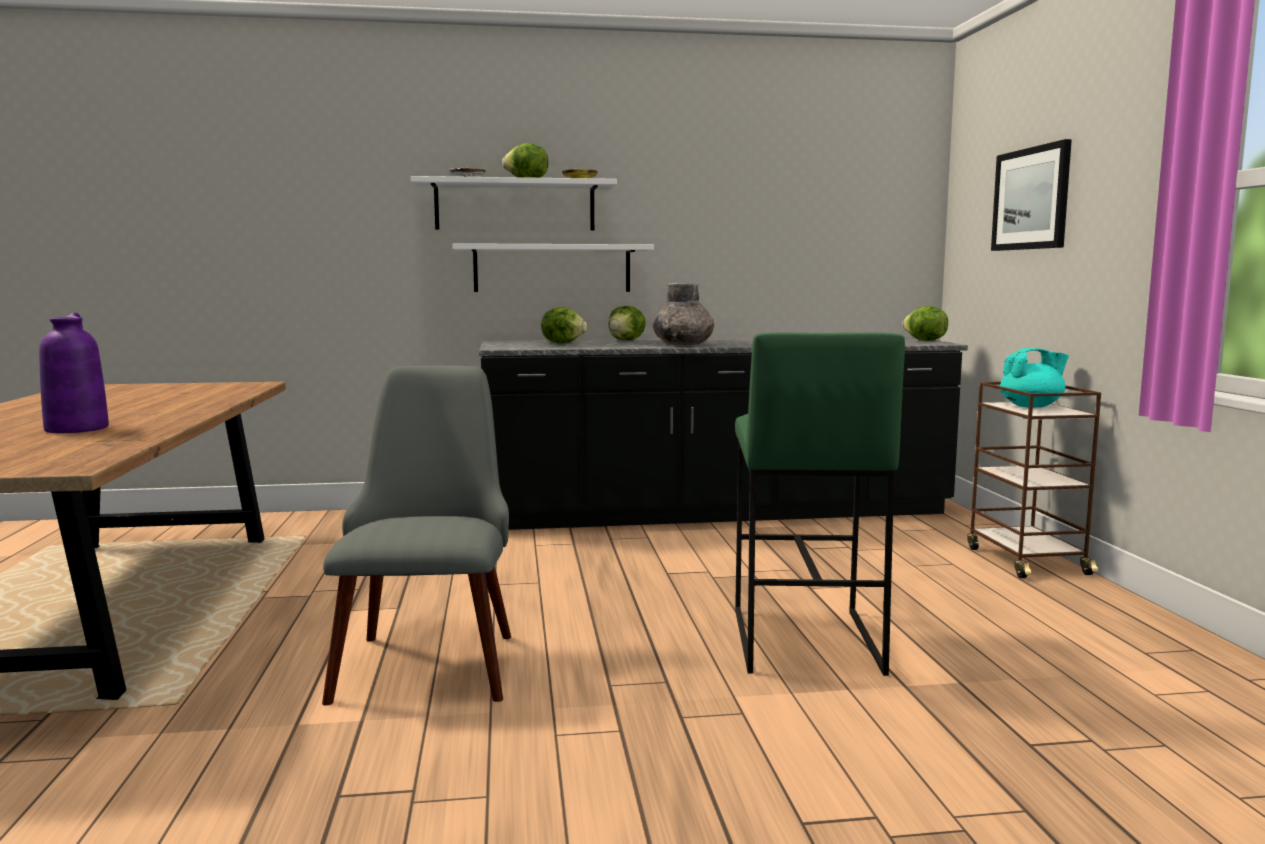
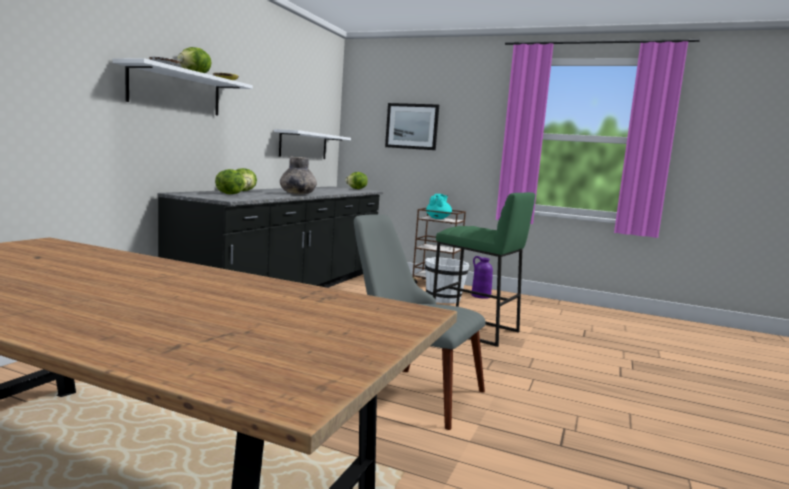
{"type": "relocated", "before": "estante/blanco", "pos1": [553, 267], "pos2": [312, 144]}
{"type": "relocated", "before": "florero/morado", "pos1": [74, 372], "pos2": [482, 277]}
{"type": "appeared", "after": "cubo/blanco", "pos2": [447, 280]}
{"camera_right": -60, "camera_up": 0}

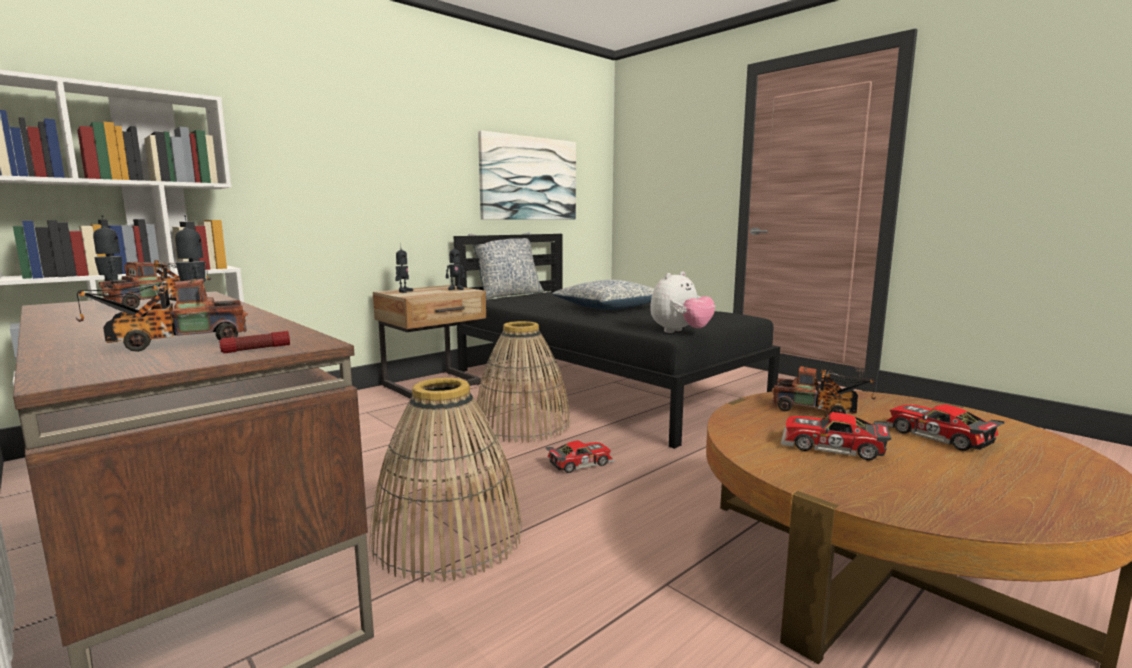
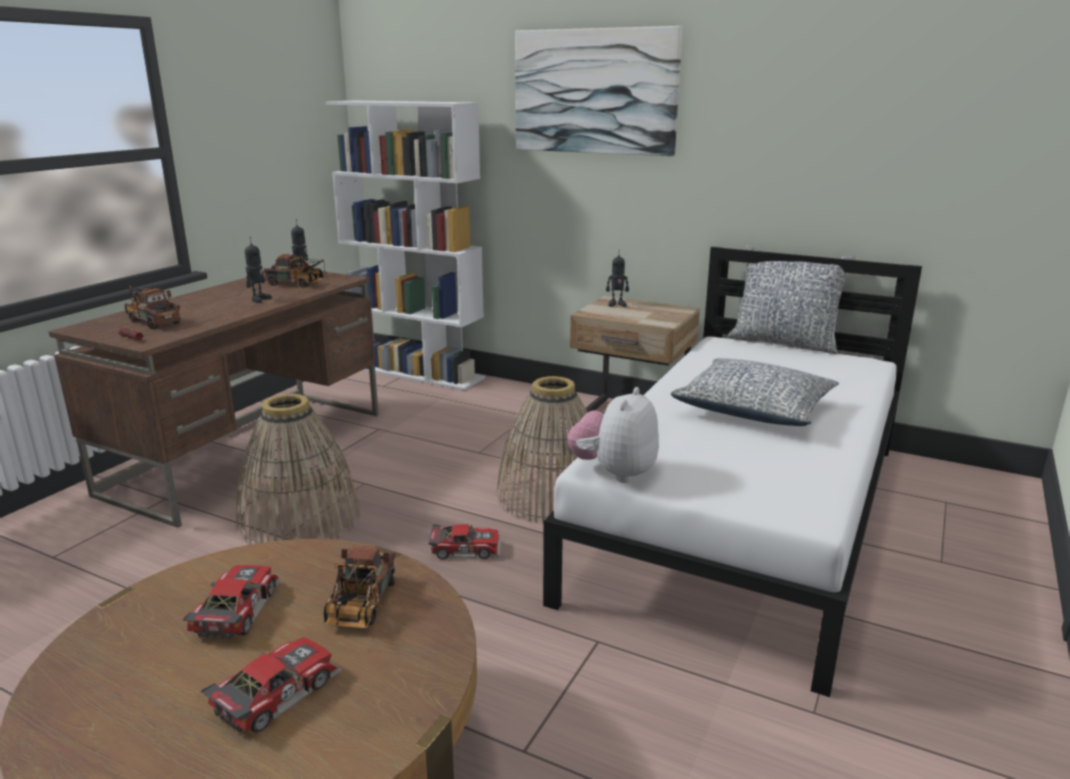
{"type": "relocated", "before": "cuadro", "pos1": [527, 175], "pos2": [599, 91]}
{"type": "colour", "before": "cama/negro", "after": "cama/blanco", "pos1": [617, 341], "pos2": [732, 472]}
{"type": "missing", "before": "robot de juguete", "pos1": [455, 268]}
{"type": "spun", "before": "peluche", "pos1": [682, 302], "pos2": [613, 435], "turn": 90}
{"type": "spun", "before": "coche de juguete", "pos1": [580, 457], "pos2": [465, 541], "turn": -45}
{"camera_right": 70, "camera_up": 10}

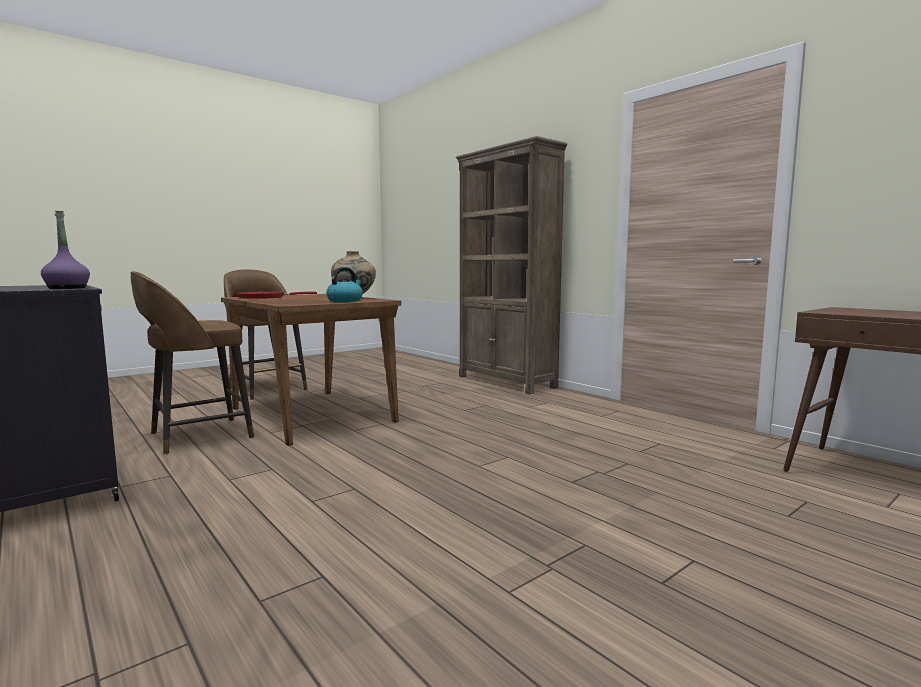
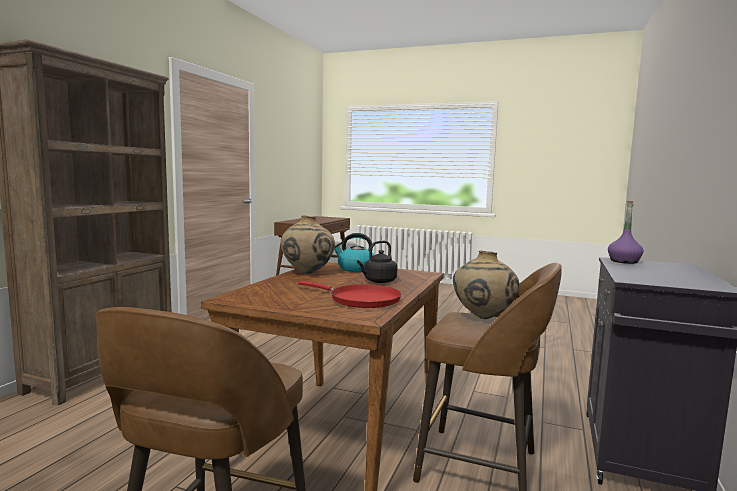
{"type": "appeared", "after": "hervidor/negro", "pos2": [377, 262]}
{"type": "appeared", "after": "florero/beis", "pos2": [486, 285]}
{"camera_right": -120, "camera_up": 0}

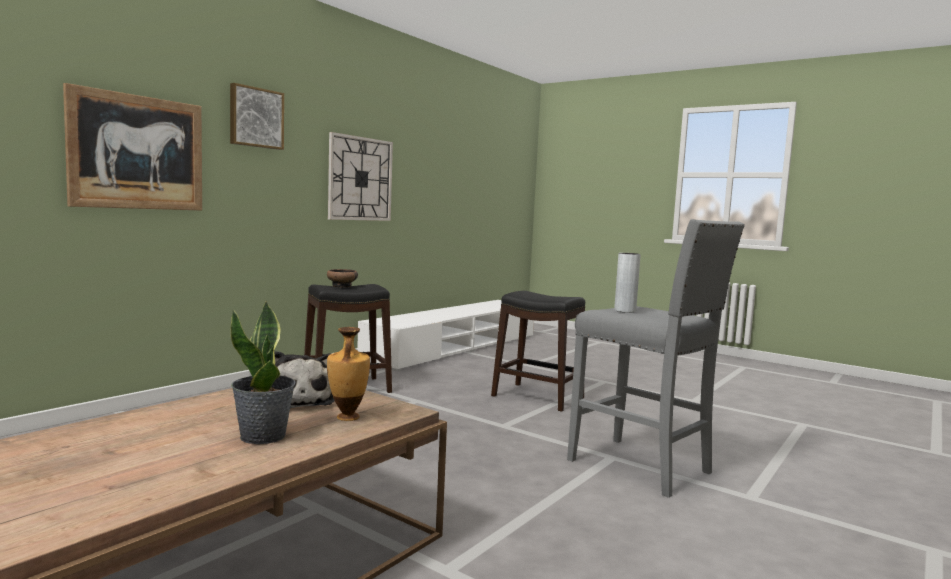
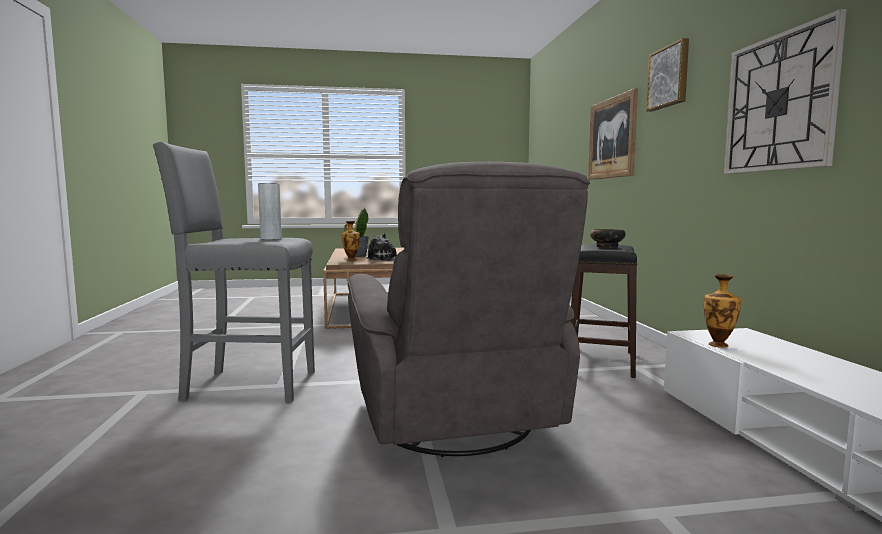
{"type": "exchanged", "before": "taburete/negro", "after": "sillón/gris", "pos1": [538, 351], "pos2": [468, 309]}
{"type": "appeared", "after": "florero", "pos2": [722, 311]}
{"camera_right": 135, "camera_up": 0}

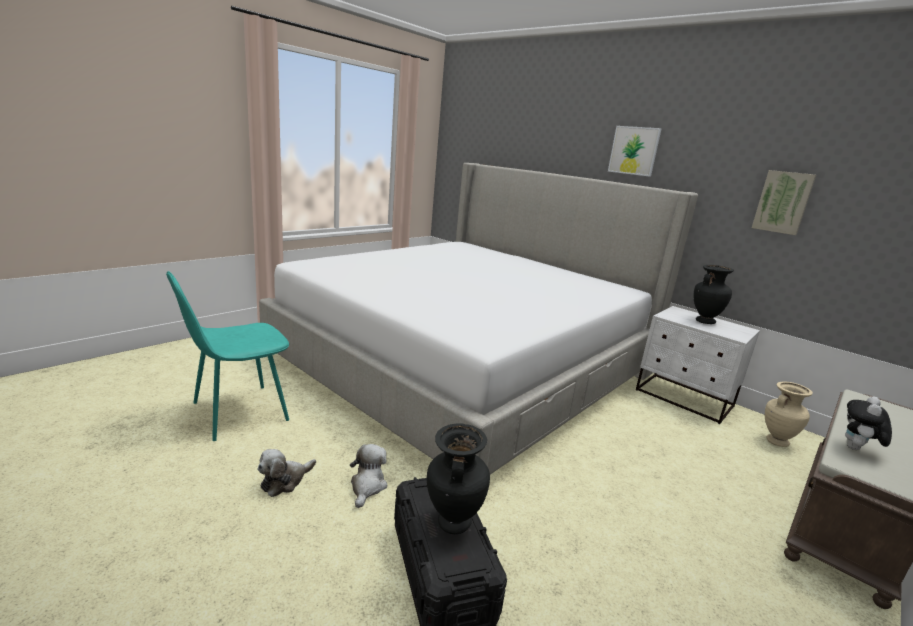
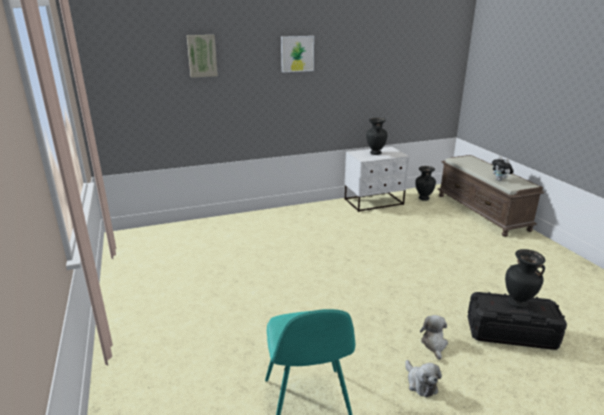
{"type": "missing", "before": "cama", "pos1": [478, 318]}
{"type": "relocated", "before": "cuadro", "pos1": [784, 202], "pos2": [202, 56]}
{"type": "colour", "before": "florero/beis", "after": "florero/negro", "pos1": [789, 414], "pos2": [425, 183]}
{"type": "spun", "before": "peluche", "pos1": [368, 476], "pos2": [434, 337], "turn": 60}
{"camera_right": -60, "camera_up": 5}

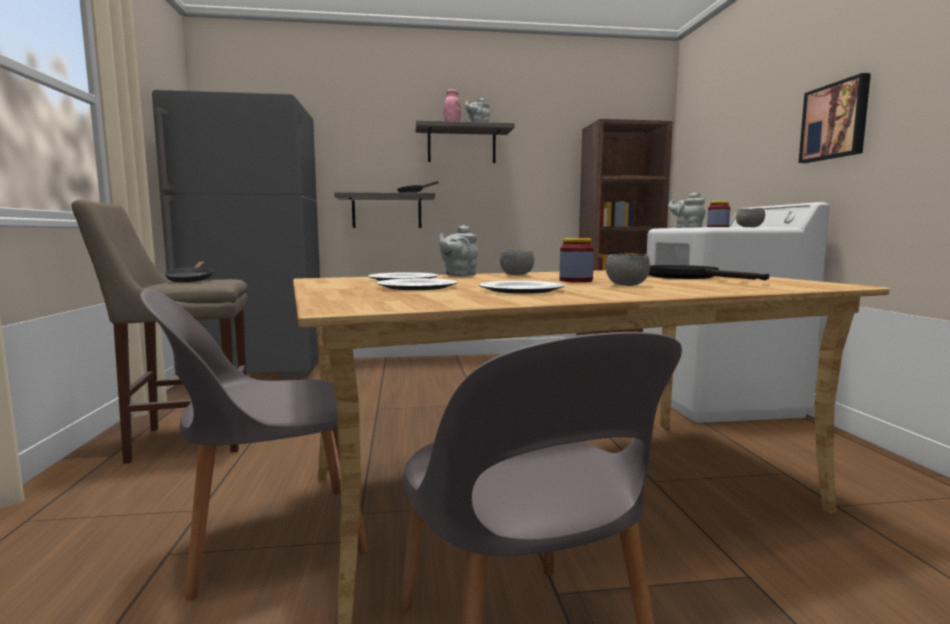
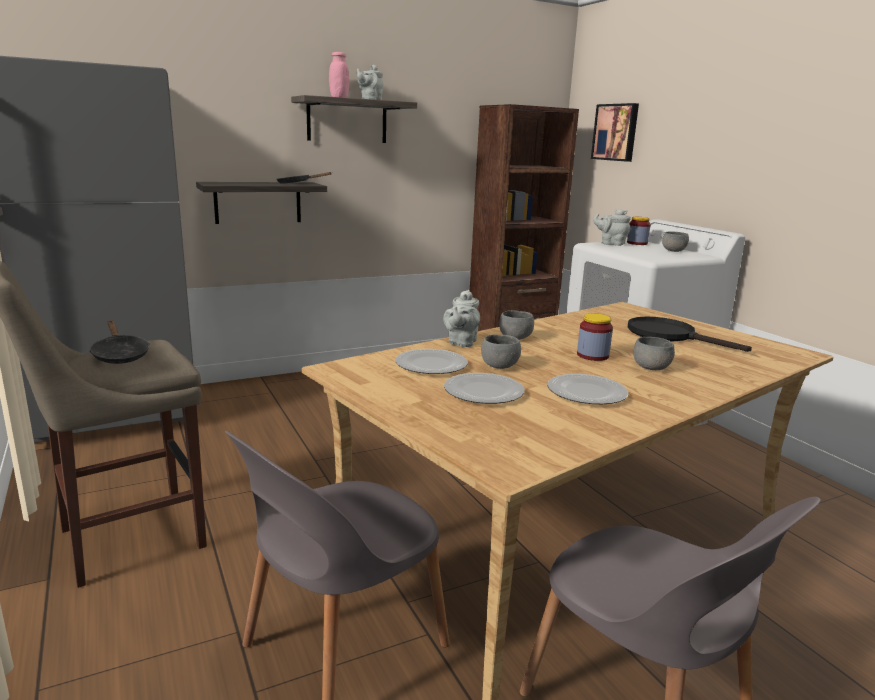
{"type": "relocated", "before": "cuadro", "pos1": [834, 118], "pos2": [615, 132]}
{"type": "appeared", "after": "cuenco/gris", "pos2": [501, 351]}
{"camera_right": -20, "camera_up": 10}

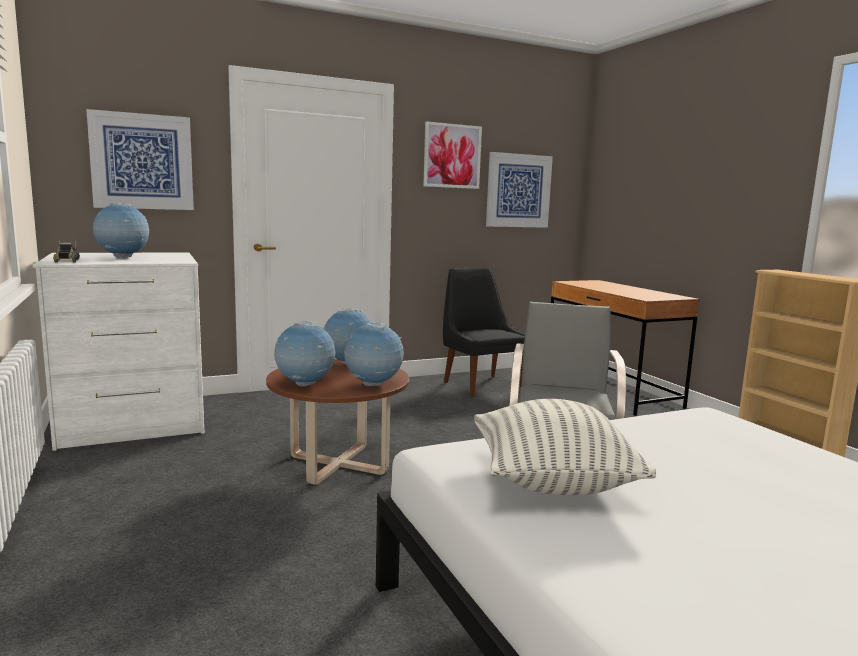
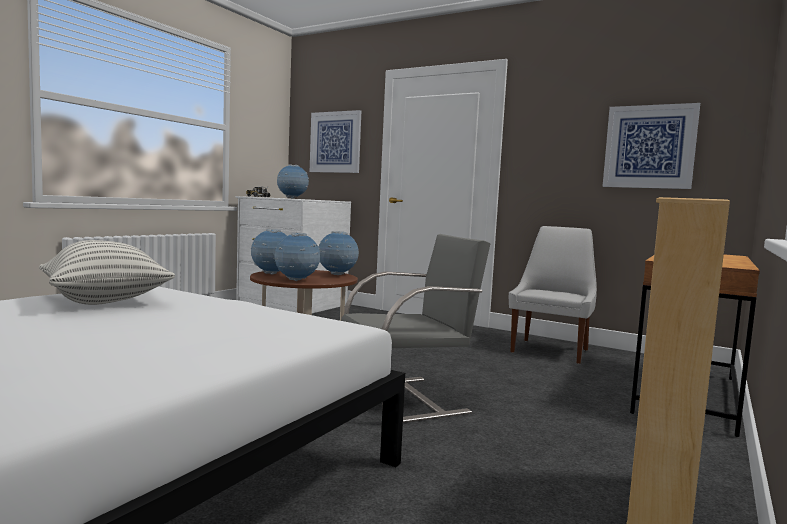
{"type": "missing", "before": "cuadro", "pos1": [452, 155]}
{"type": "colour", "before": "silla/negro", "after": "silla/blanco", "pos1": [484, 332], "pos2": [553, 295]}
{"camera_right": 55, "camera_up": -5}

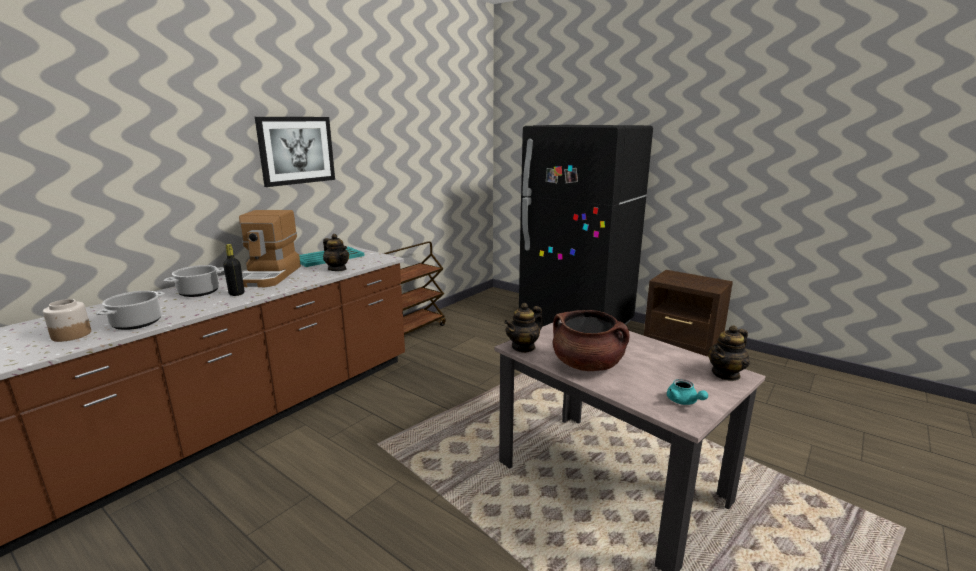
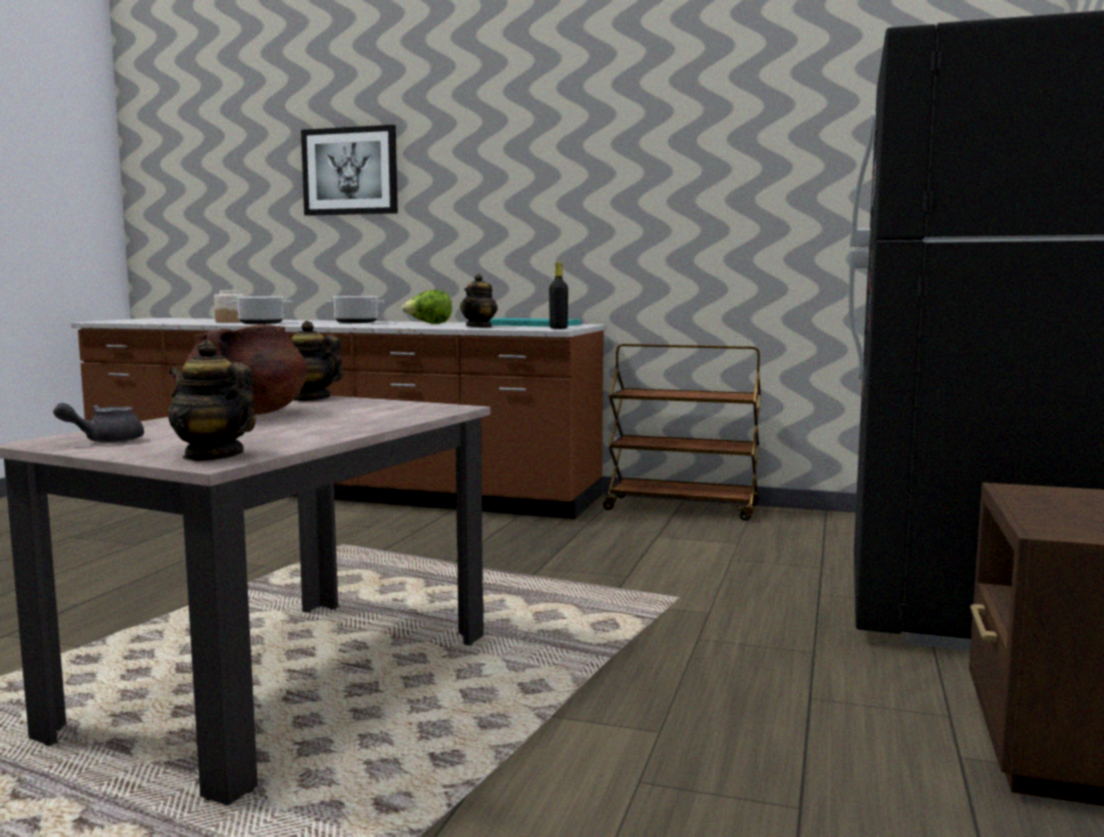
{"type": "relocated", "before": "cuadro", "pos1": [295, 152], "pos2": [349, 170]}
{"type": "exchanged", "before": "cafetera", "after": "lechuga", "pos1": [270, 248], "pos2": [426, 307]}
{"type": "relocated", "before": "botella/negro", "pos1": [233, 270], "pos2": [558, 295]}
{"type": "colour", "before": "tetera/turquesa", "after": "tetera/gris", "pos1": [687, 392], "pos2": [98, 423]}
{"camera_right": 70, "camera_up": -10}

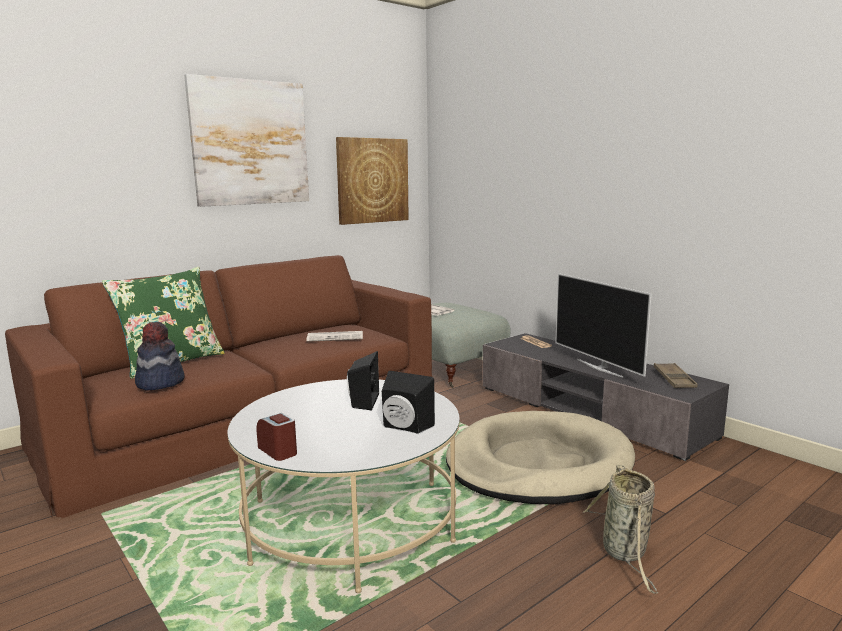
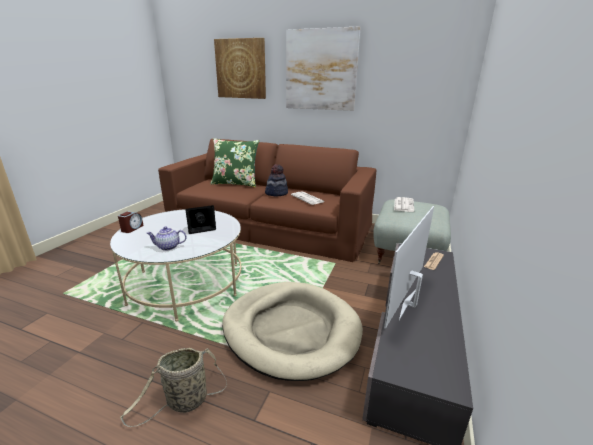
{"type": "relocated", "before": "cuadro", "pos1": [372, 181], "pos2": [240, 68]}
{"type": "relocated", "before": "sombrero", "pos1": [160, 356], "pos2": [276, 180]}
{"type": "missing", "before": "bandeja/marrón", "pos1": [676, 375]}
{"type": "exchanged", "before": "altavoz/negro", "after": "tetera", "pos1": [408, 402], "pos2": [167, 239]}
{"camera_right": 60, "camera_up": 10}

